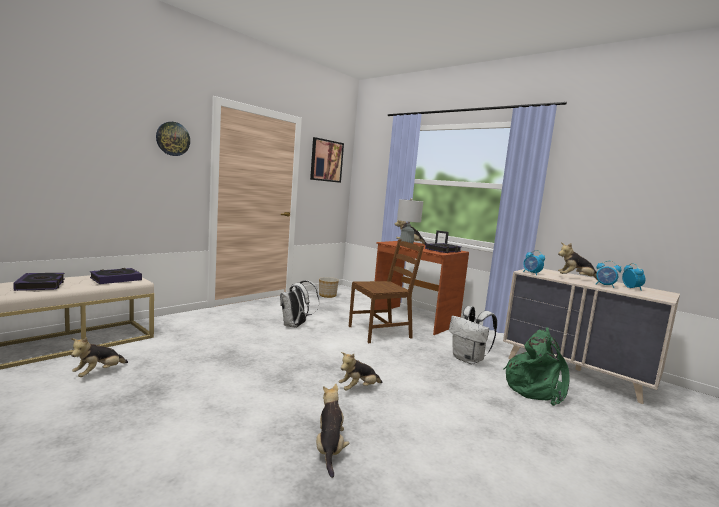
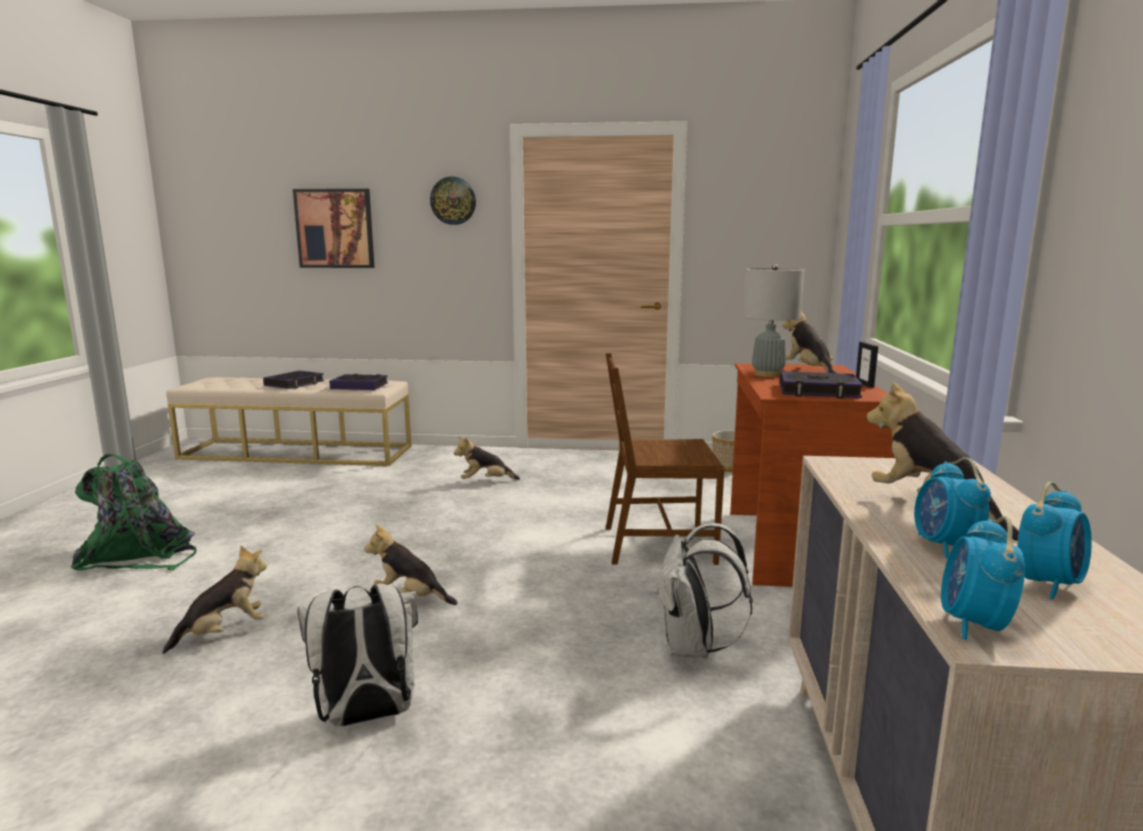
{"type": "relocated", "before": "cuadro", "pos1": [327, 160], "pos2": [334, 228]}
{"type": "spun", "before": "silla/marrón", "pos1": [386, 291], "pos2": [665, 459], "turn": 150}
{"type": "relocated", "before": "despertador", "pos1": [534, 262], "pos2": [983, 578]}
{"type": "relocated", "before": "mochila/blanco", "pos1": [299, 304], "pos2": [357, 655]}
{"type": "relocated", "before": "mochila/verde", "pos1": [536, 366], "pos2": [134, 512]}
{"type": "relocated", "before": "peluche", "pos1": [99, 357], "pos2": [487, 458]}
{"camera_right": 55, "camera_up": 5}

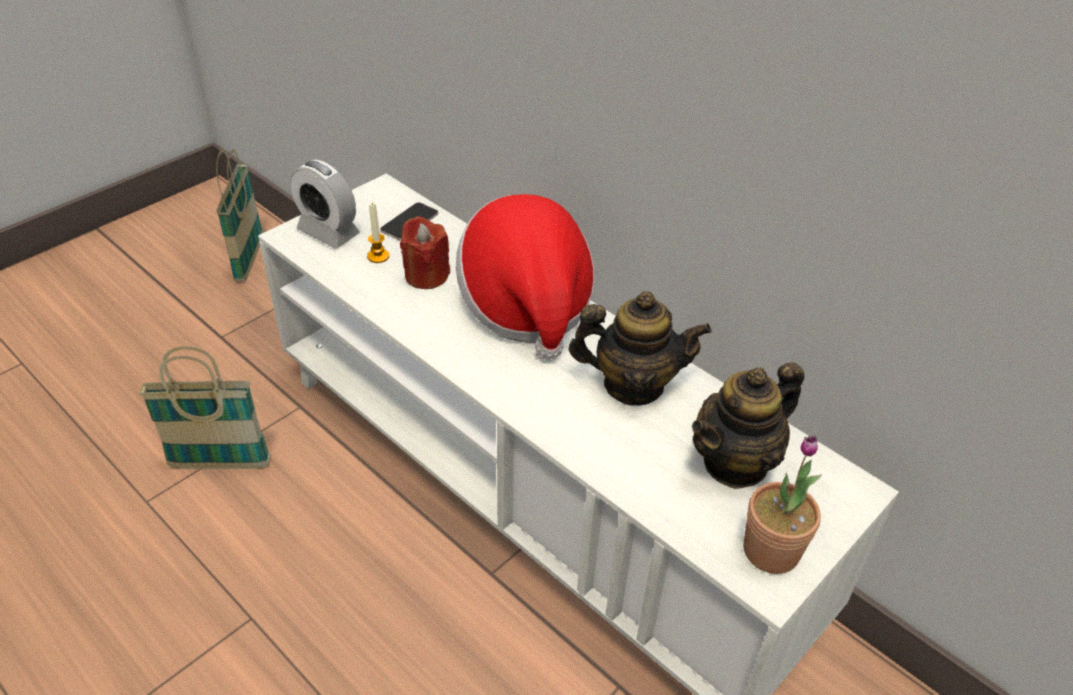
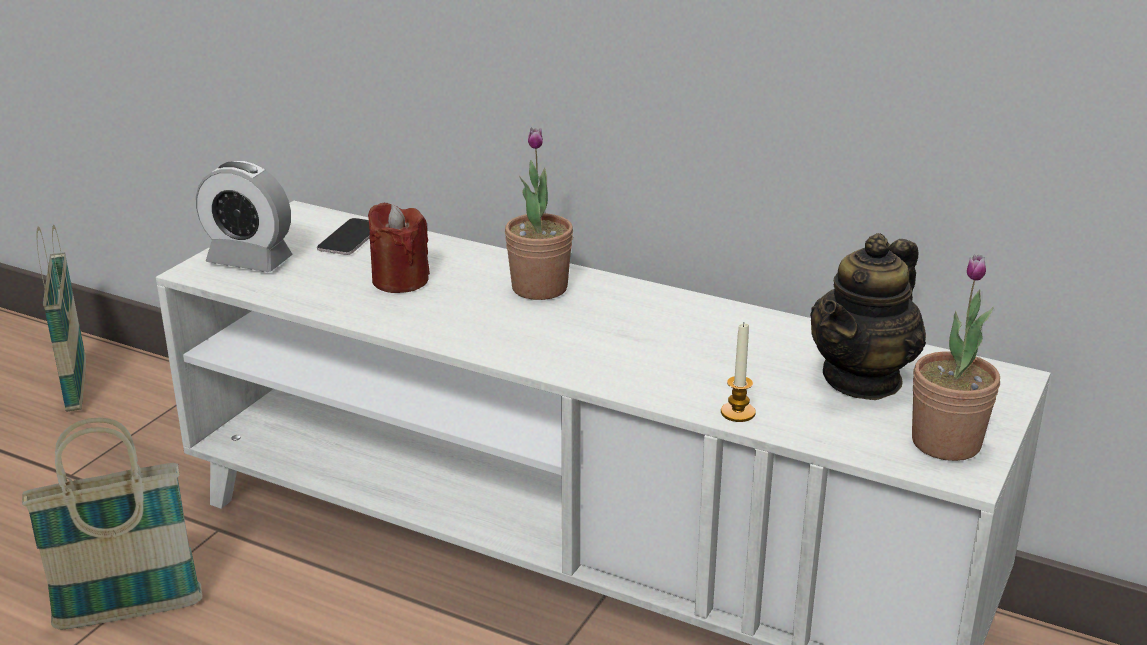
{"type": "exchanged", "before": "sombrero", "after": "planta en maceta", "pos1": [525, 277], "pos2": [539, 213]}
{"type": "relocated", "before": "vela", "pos1": [378, 233], "pos2": [738, 372]}
{"type": "missing", "before": "tetera", "pos1": [640, 348]}
{"camera_right": -15, "camera_up": -15}

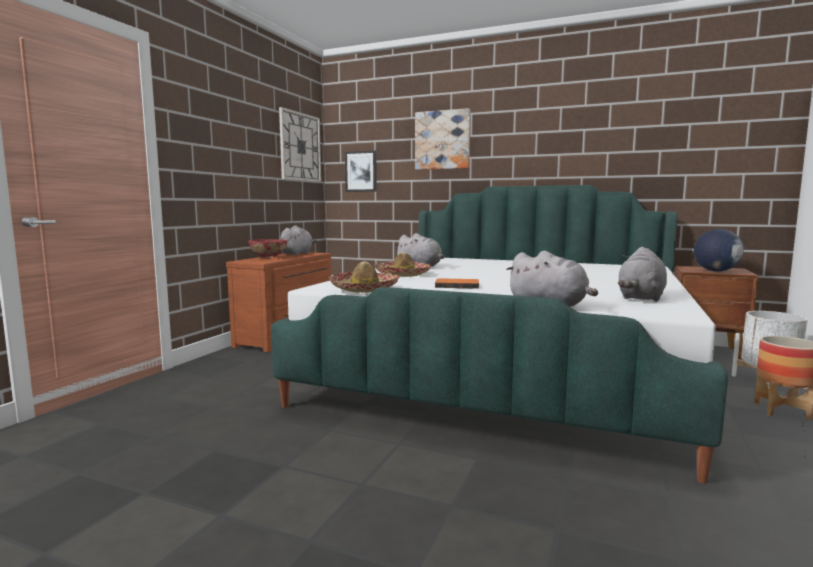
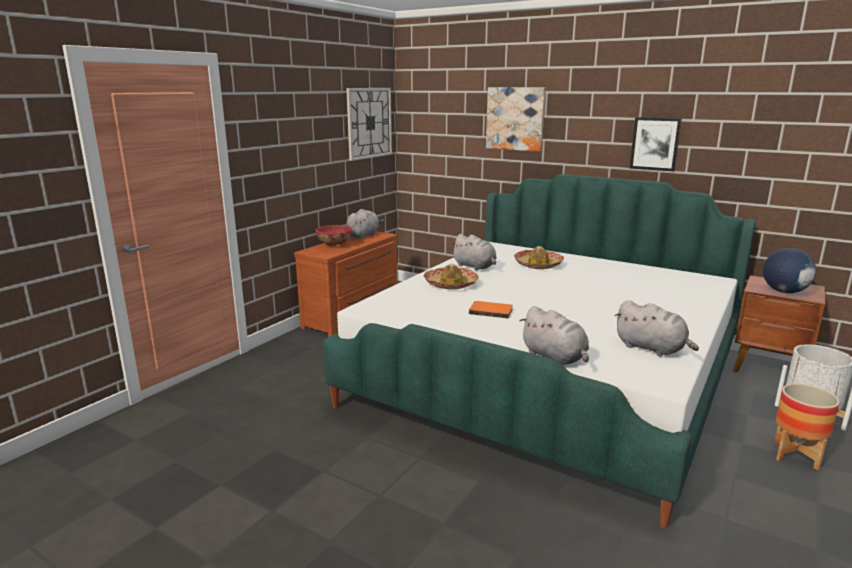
{"type": "relocated", "before": "cuadro", "pos1": [361, 171], "pos2": [656, 144]}
{"type": "spun", "before": "peluche/gris", "pos1": [642, 274], "pos2": [657, 328], "turn": -90}
{"type": "relocated", "before": "sombrero", "pos1": [364, 277], "pos2": [539, 257]}
{"camera_right": 10, "camera_up": 10}

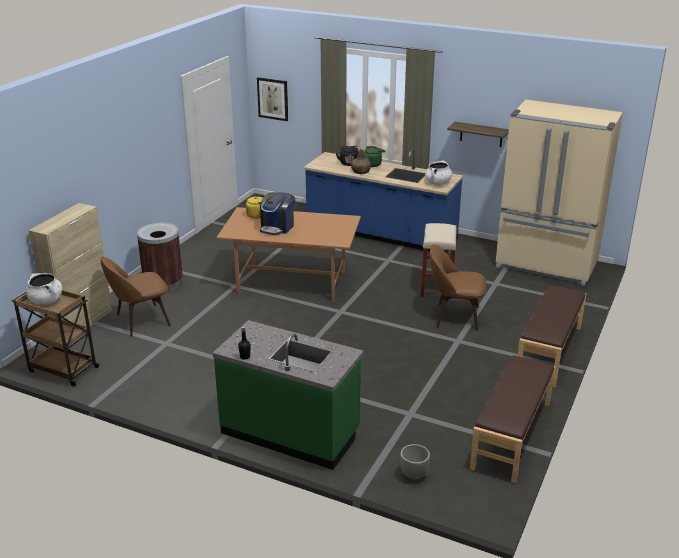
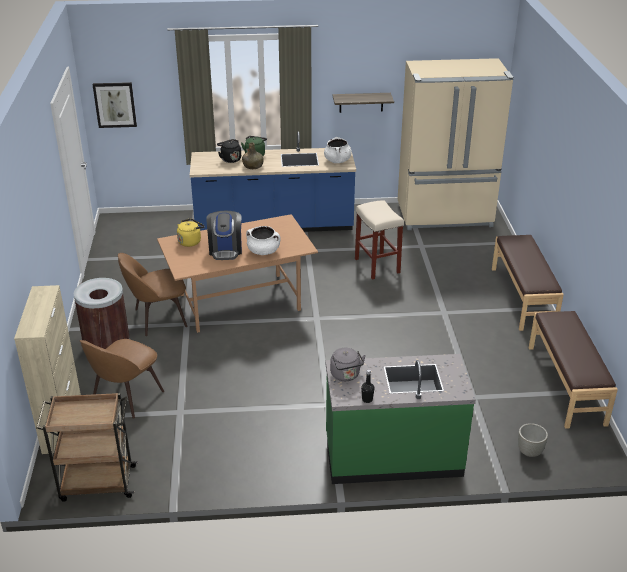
{"type": "relocated", "before": "silla/marrón", "pos1": [457, 287], "pos2": [153, 294]}
{"type": "relocated", "before": "olla/blanco", "pos1": [44, 289], "pos2": [263, 240]}
{"type": "appeared", "after": "hervidor/gris", "pos2": [348, 364]}
{"camera_right": -30, "camera_up": 5}

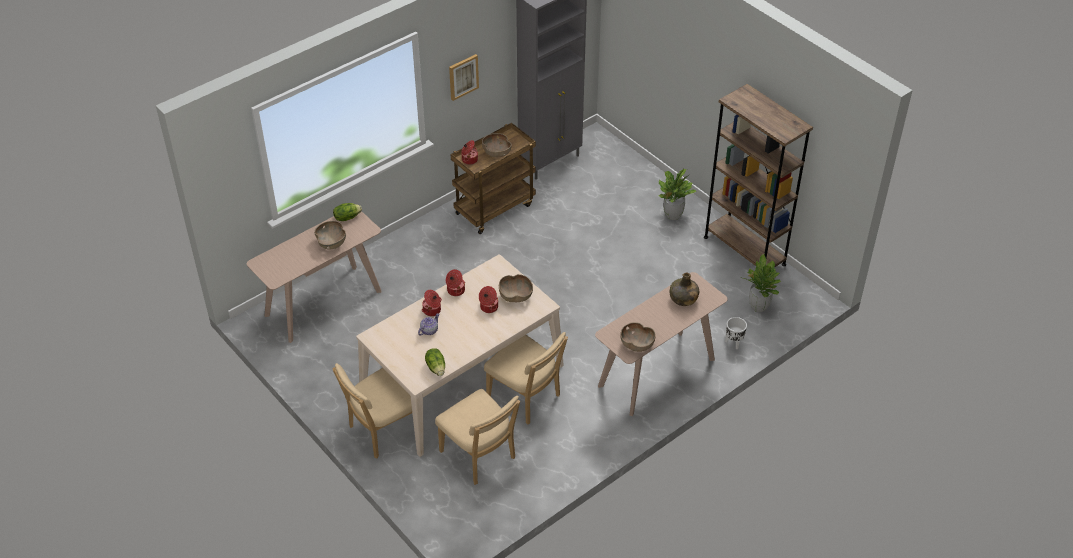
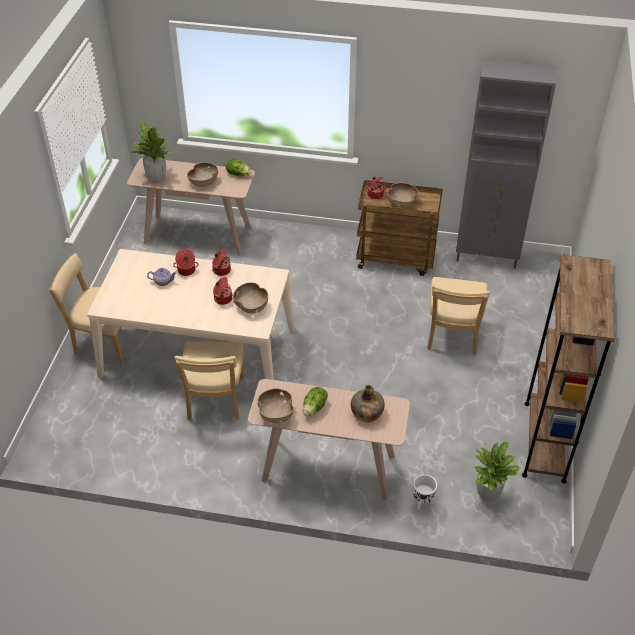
{"type": "missing", "before": "cuadro", "pos1": [464, 77]}
{"type": "relocated", "before": "planta en maceta", "pos1": [677, 194], "pos2": [151, 152]}
{"type": "relocated", "before": "lechuga", "pos1": [435, 362], "pos2": [315, 401]}
{"type": "relocated", "before": "silla/beis", "pos1": [477, 437], "pos2": [458, 316]}
{"camera_right": 50, "camera_up": 0}

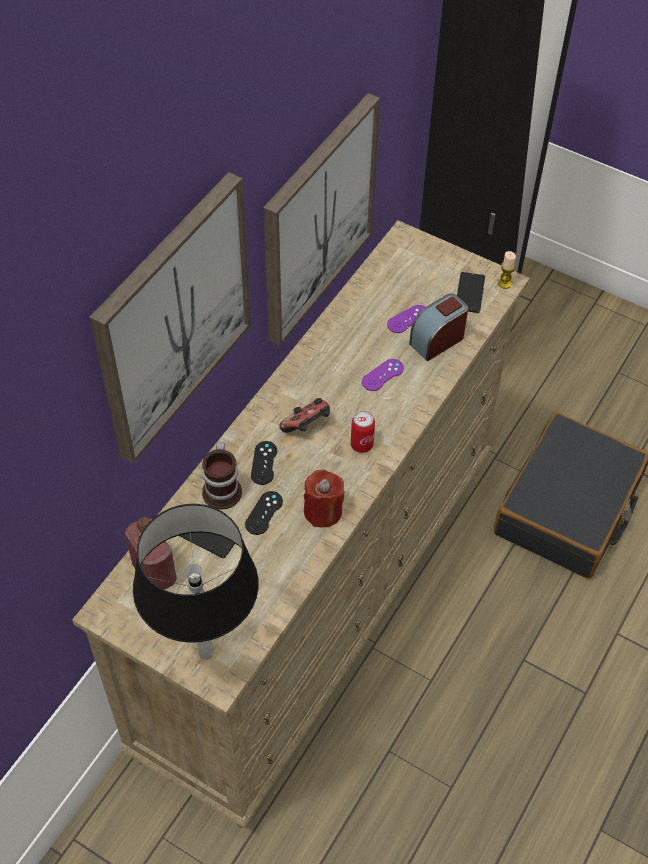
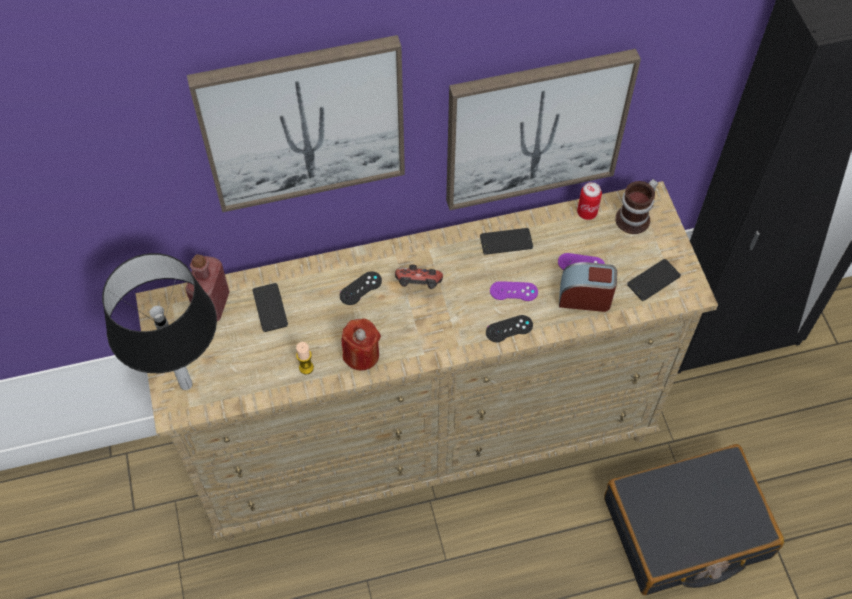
{"type": "relocated", "before": "vela", "pos1": [507, 270], "pos2": [305, 358]}
{"type": "relocated", "before": "lata", "pos1": [363, 432], "pos2": [589, 201]}
{"type": "relocated", "before": "taza grande", "pos1": [222, 476], "pos2": [636, 206]}
{"type": "relocated", "before": "mando de consola/negro", "pos1": [264, 513], "pos2": [509, 328]}
{"type": "appeared", "after": "móvil", "pos2": [506, 241]}
{"camera_right": 45, "camera_up": 5}

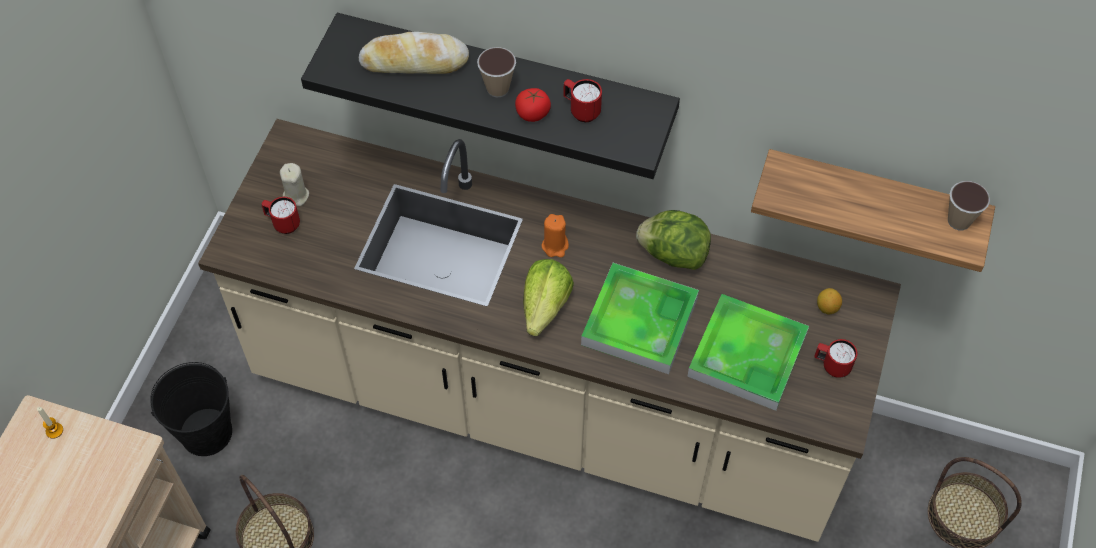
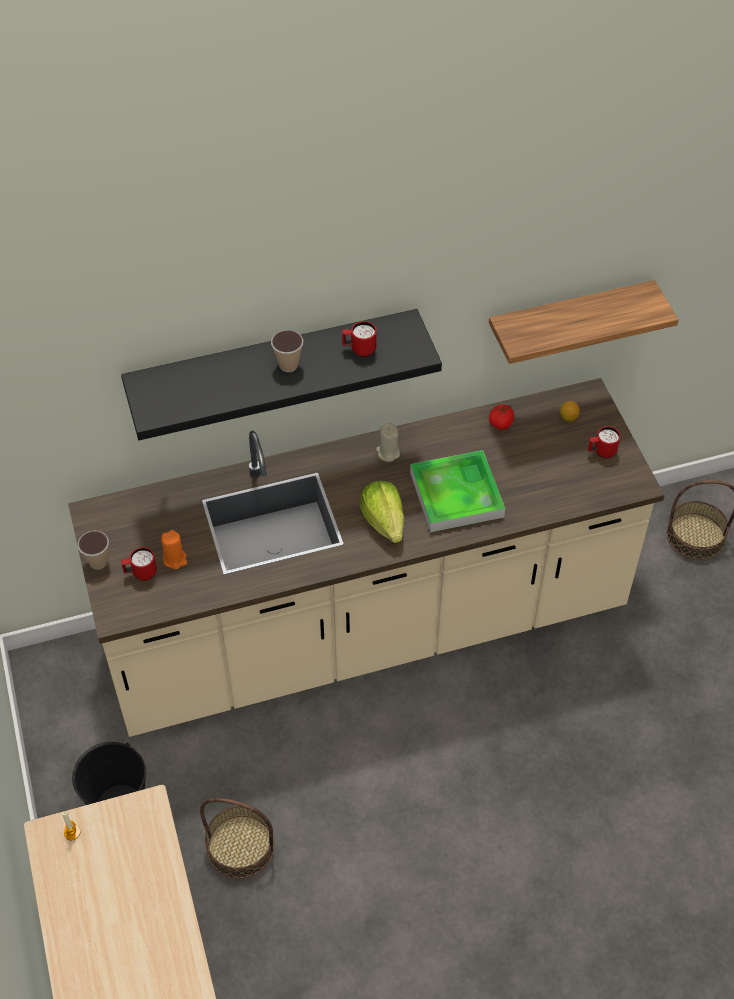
{"type": "missing", "before": "pan", "pos1": [414, 53]}
{"type": "relocated", "before": "tomate", "pos1": [533, 105], "pos2": [501, 417]}
{"type": "relocated", "before": "vela/beis", "pos1": [294, 184], "pos2": [388, 442]}
{"type": "relocated", "before": "taza", "pos1": [969, 205], "pos2": [93, 550]}
{"type": "missing", "before": "lechuga", "pos1": [673, 240]}
{"type": "relocated", "before": "vela/naranja", "pos1": [555, 235], "pos2": [174, 549]}
{"type": "missing", "before": "bandeja", "pos1": [748, 352]}
{"camera_right": -35, "camera_up": -5}

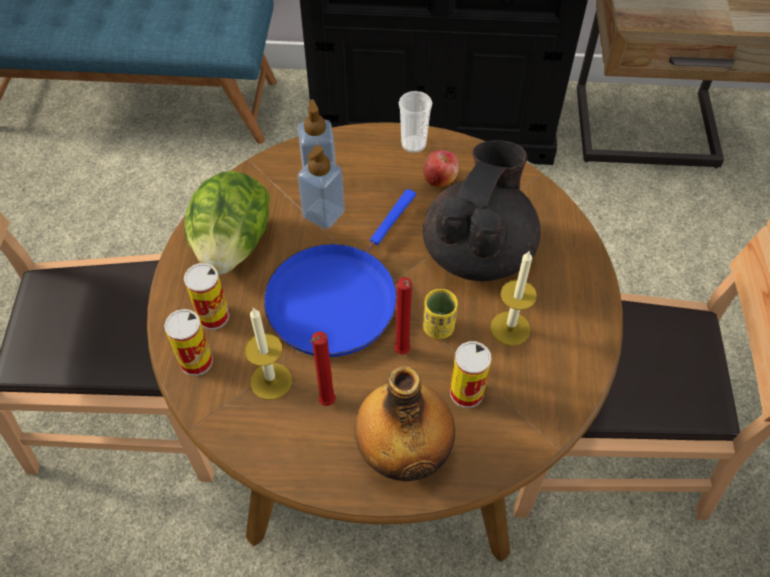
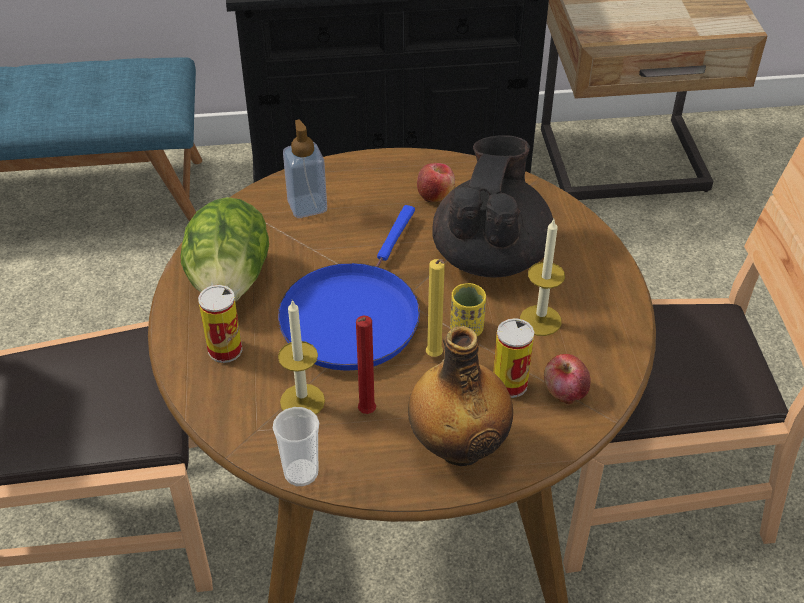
{"type": "relocated", "before": "taza", "pos1": [415, 122], "pos2": [296, 446]}
{"type": "missing", "before": "dispensador de jabón", "pos1": [321, 187]}
{"type": "colour", "before": "vela/rojo", "after": "vela/amarillo", "pos1": [403, 316], "pos2": [435, 308]}
{"type": "missing", "before": "lata", "pos1": [188, 342]}
{"type": "appeared", "after": "manzana", "pos2": [567, 379]}
{"camera_right": -10, "camera_up": -10}

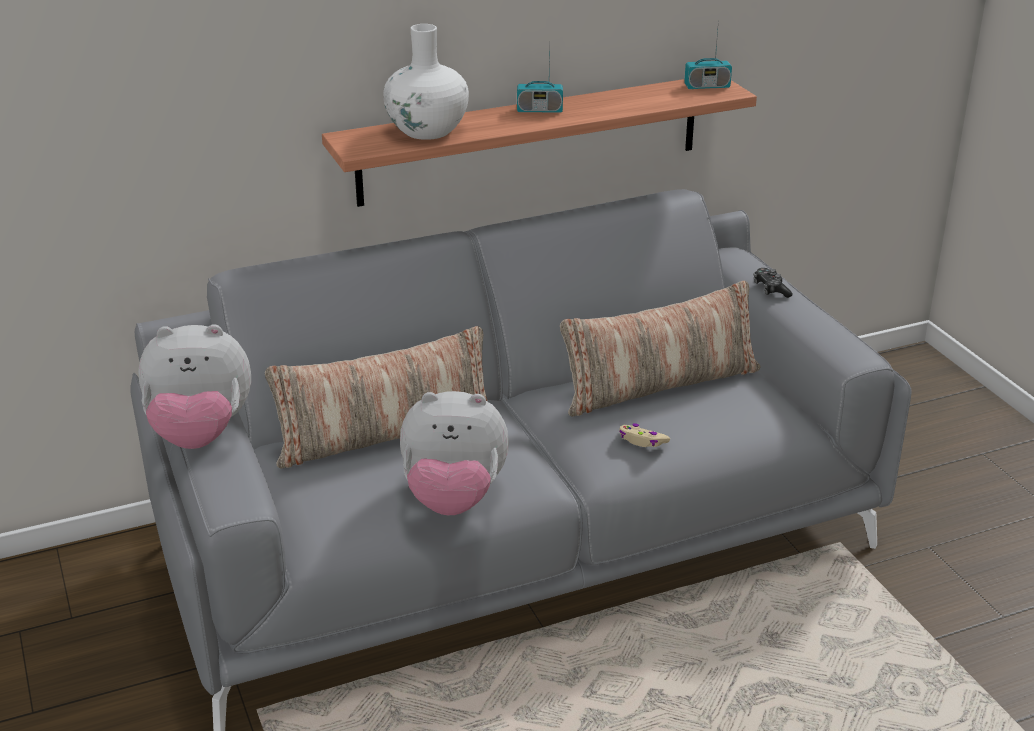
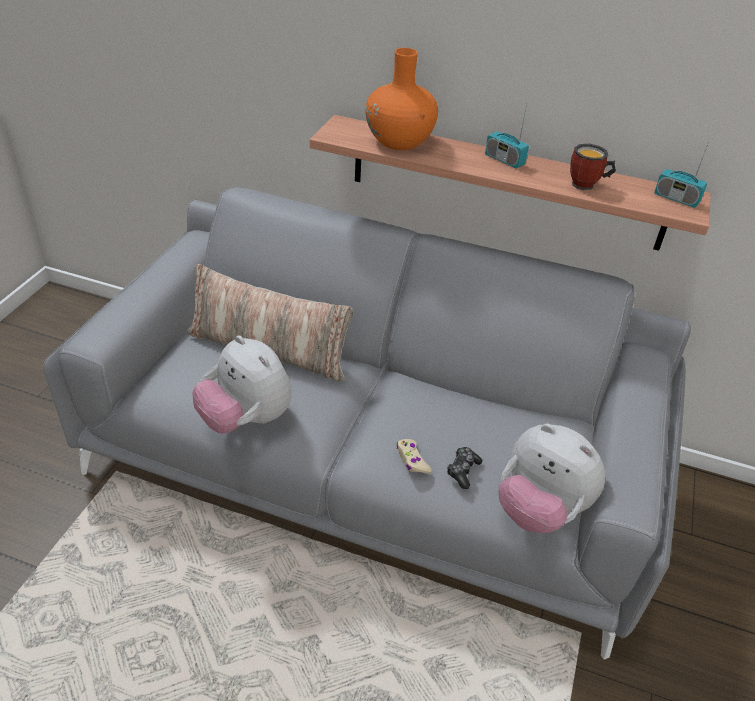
{"type": "colour", "before": "florero/blanco", "after": "florero/naranja", "pos1": [426, 82], "pos2": [401, 99]}
{"type": "relocated", "before": "mando de consola", "pos1": [773, 283], "pos2": [464, 468]}
{"type": "missing", "before": "cojín", "pos1": [660, 348]}
{"type": "relocated", "before": "peluche", "pos1": [195, 386], "pos2": [552, 478]}
{"type": "appeared", "after": "taza grande", "pos2": [593, 167]}
{"camera_right": 40, "camera_up": 10}

